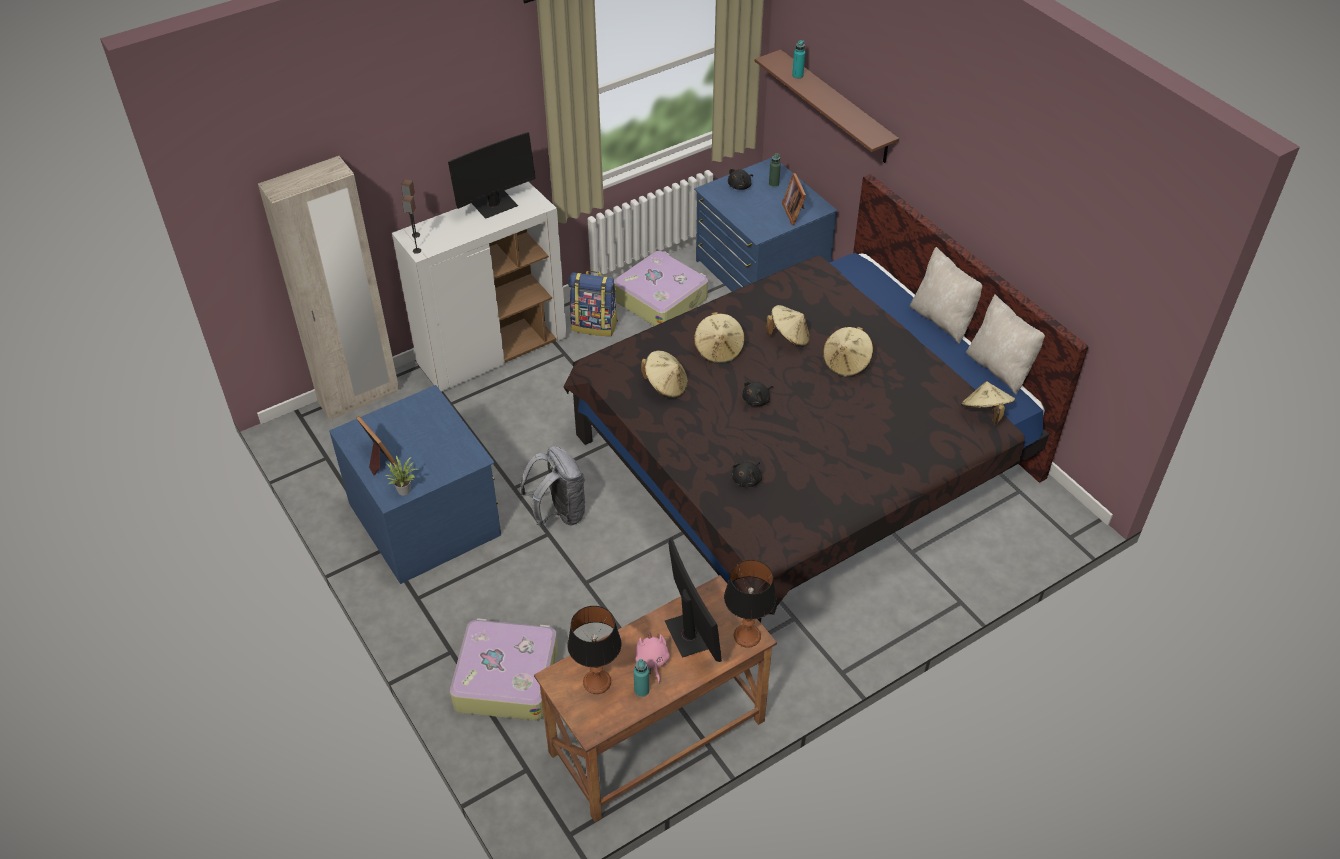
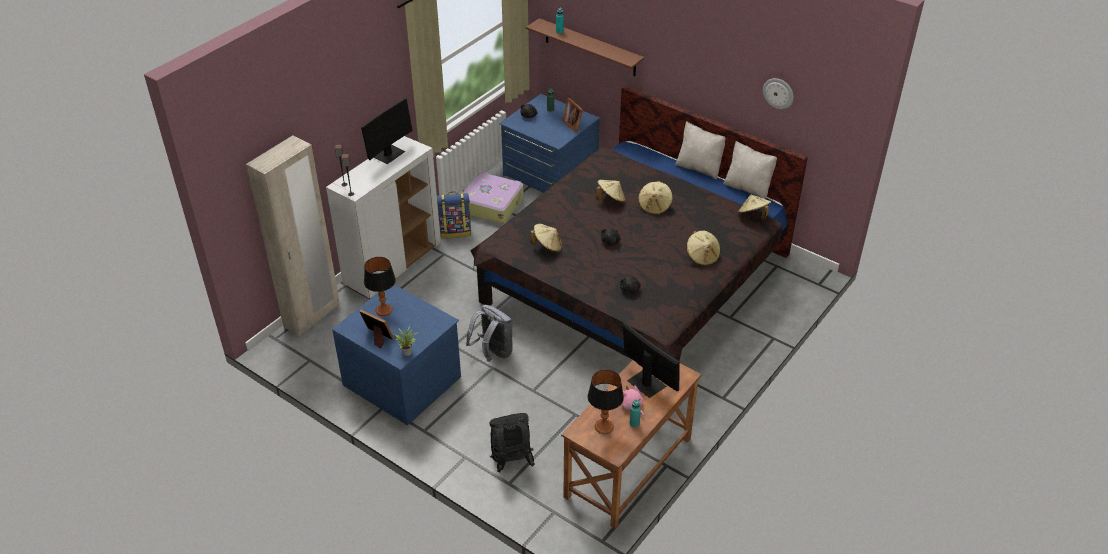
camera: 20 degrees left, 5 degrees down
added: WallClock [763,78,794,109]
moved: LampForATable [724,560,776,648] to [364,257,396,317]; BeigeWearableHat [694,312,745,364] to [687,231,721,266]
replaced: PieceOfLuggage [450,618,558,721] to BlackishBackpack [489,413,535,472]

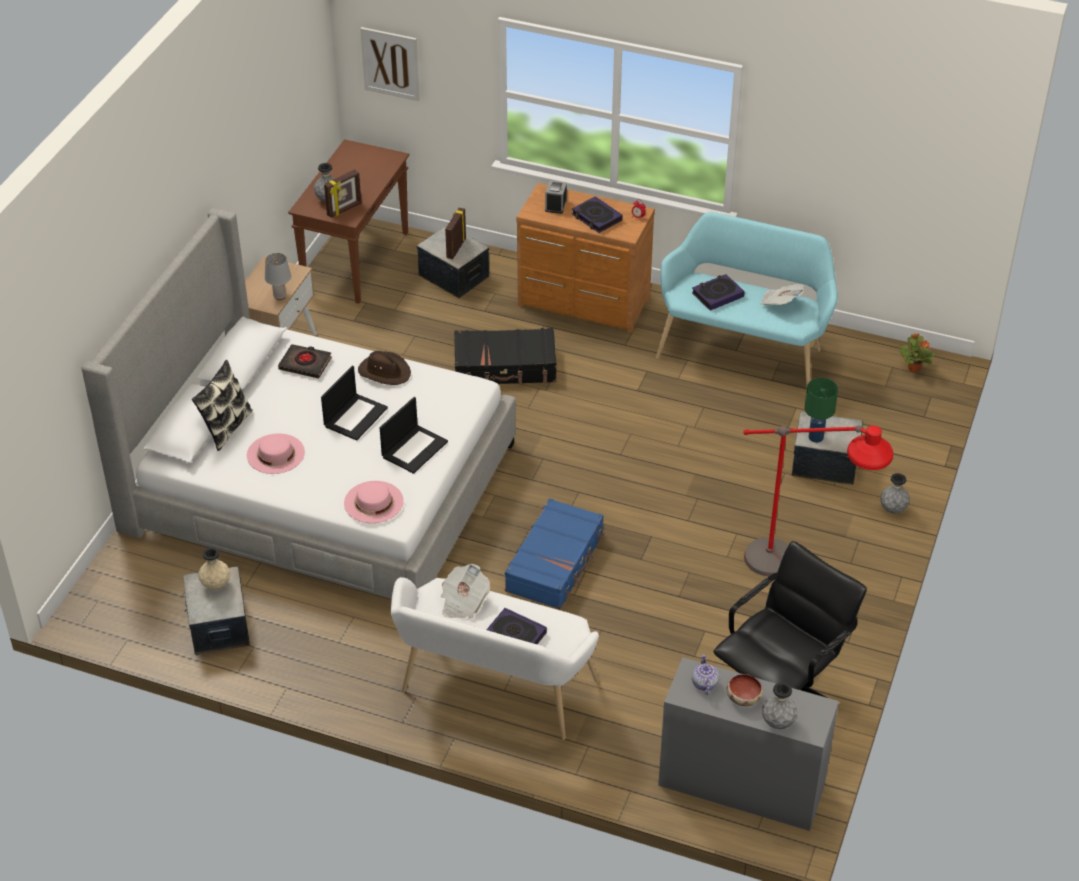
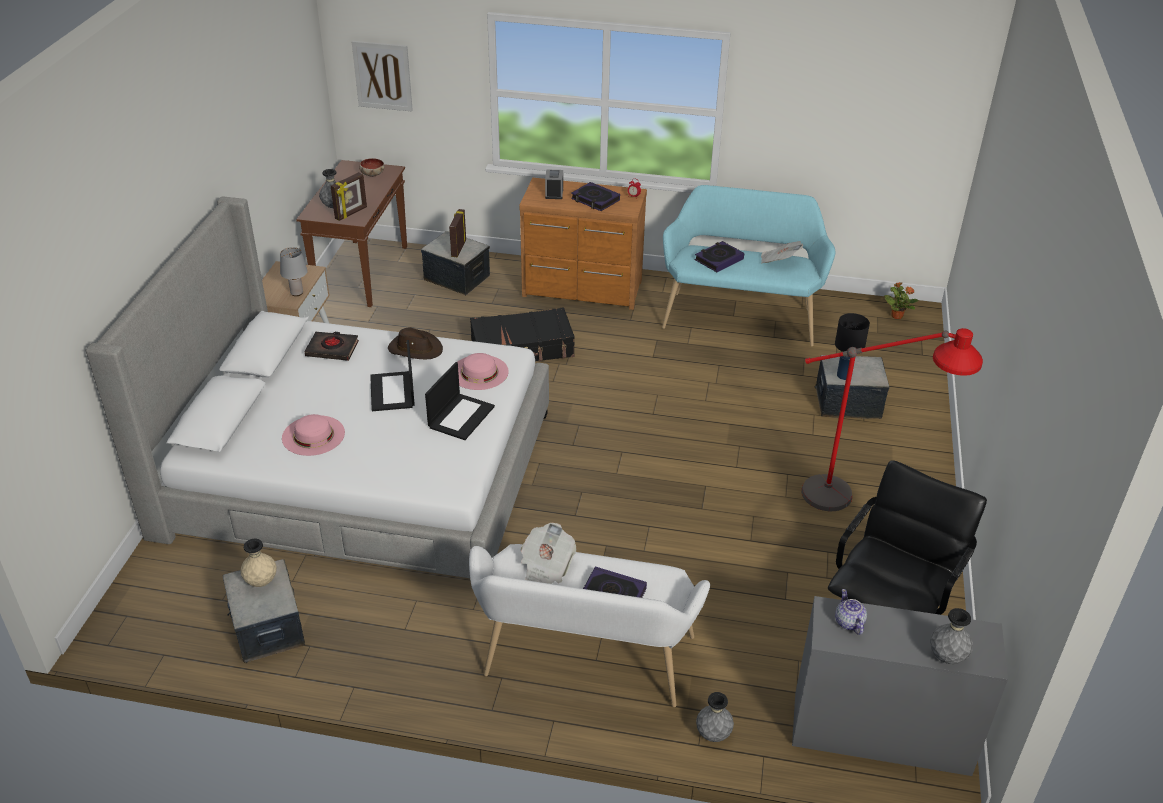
camera: 10 degrees left, 5 degrees down
removed: Cushion [192,360,253,451]; BlueColouredPieceOfLuggage [505,498,604,609]
moved: ServingBowl [726,674,763,706] to [359,158,385,177]; PinkWearableHat [344,481,404,523] to [458,353,509,390]; GreyishDecorativeVase [880,473,910,513] to [696,692,734,742]
recoloured: GreenishLampForATable [805,378,838,443] to BlackishLampForATable [835,313,870,380]
turned: Laptop [321,365,388,440] = [370,340,415,411] 150 degrees clockwise

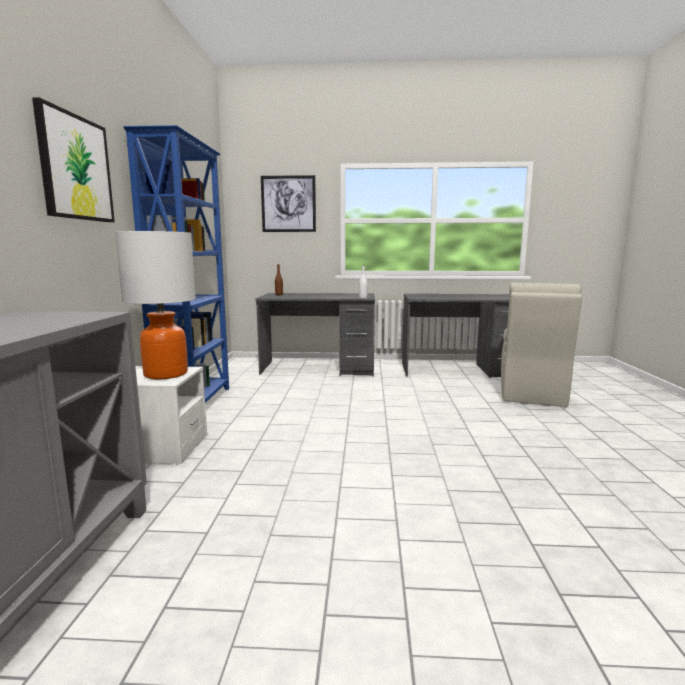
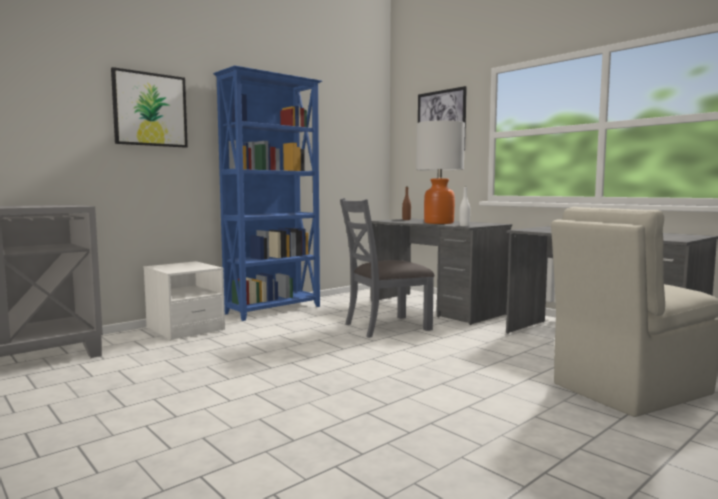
camera: 45 degrees right, 5 degrees down
added: GreyishUprightChair [340,198,435,338]
moved: LampForATable [115,231,196,379] to [416,120,465,224]

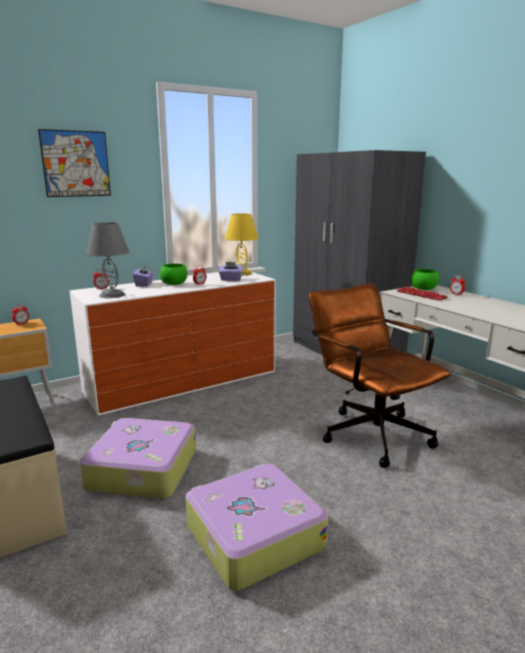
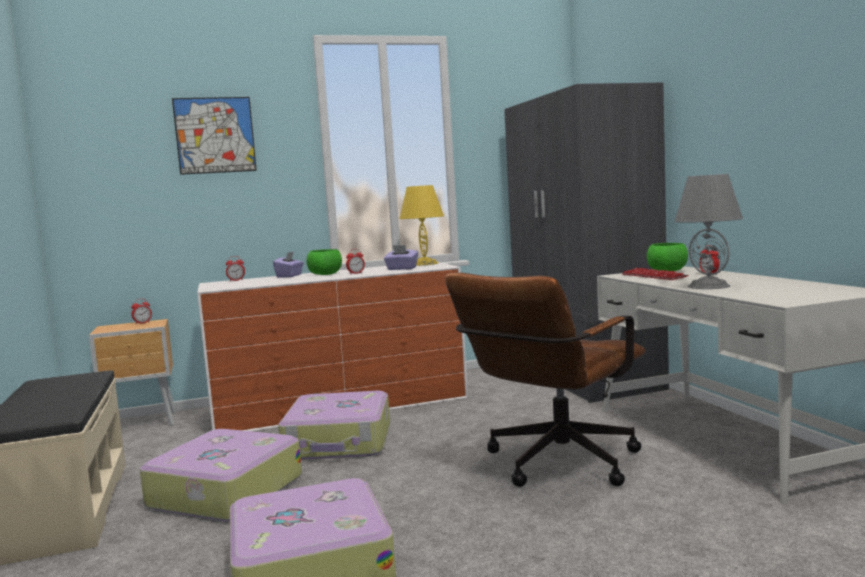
camera: 15 degrees right, 10 degrees down
added: PieceOfLuggage [278,391,390,459]
moved: GreyishLampForATable [86,222,130,298] to [675,174,743,289]
turned: BrownColouredOfficeChair [308,283,451,468] = [445,272,646,487] 120 degrees counterclockwise

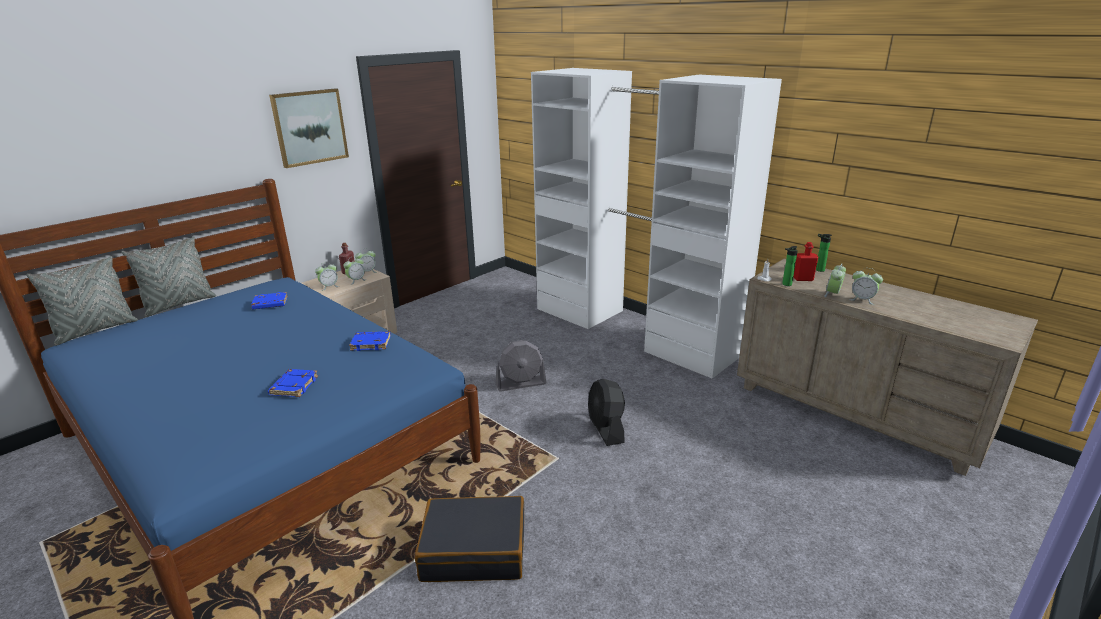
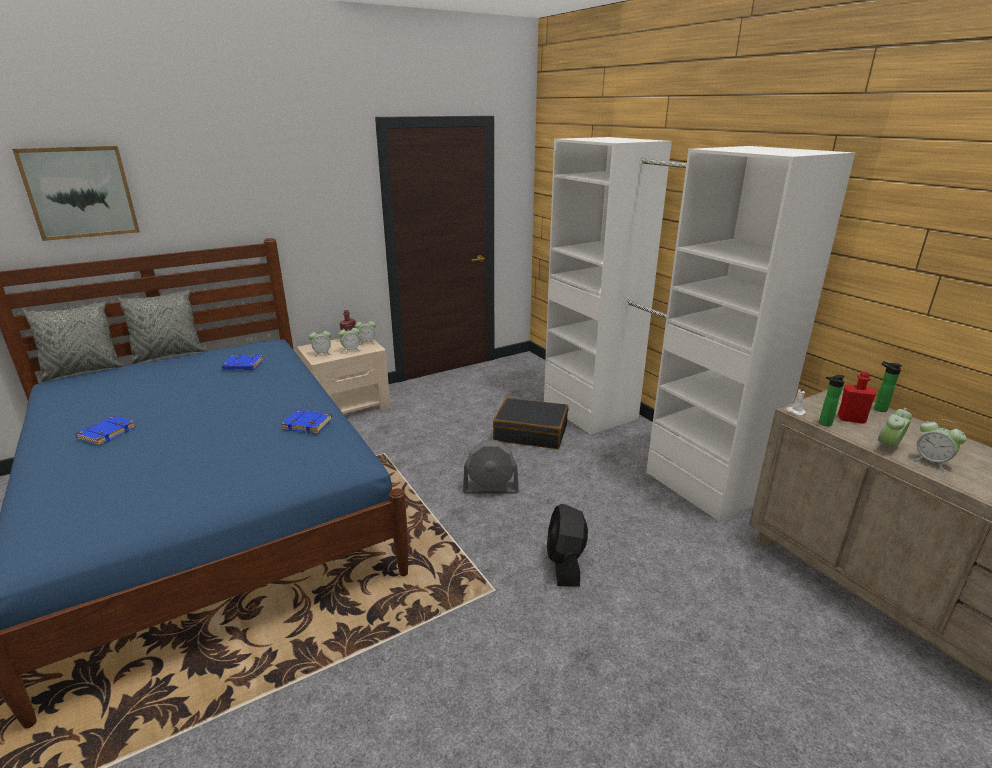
camera: 15 degrees right, 0 degrees up
moved: WallArt [269,88,349,168] to [12,146,140,241]; BlueColouredBoundBook [268,369,318,397] to [75,416,136,445]; BlackishPieceOfLuggage [415,496,524,582] to [493,398,568,449]

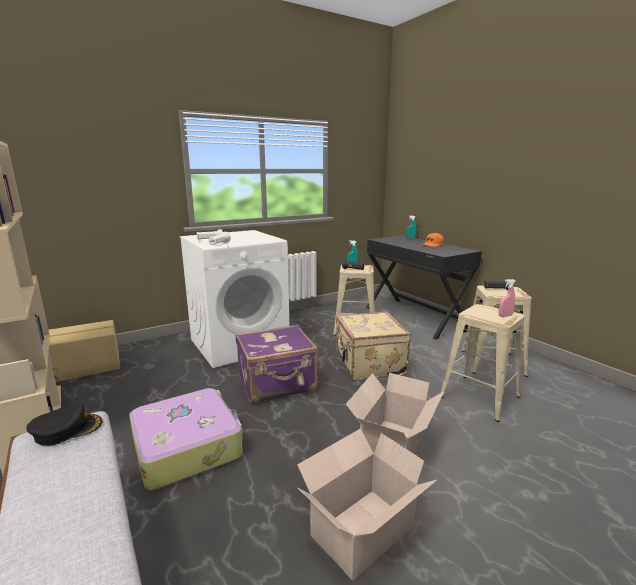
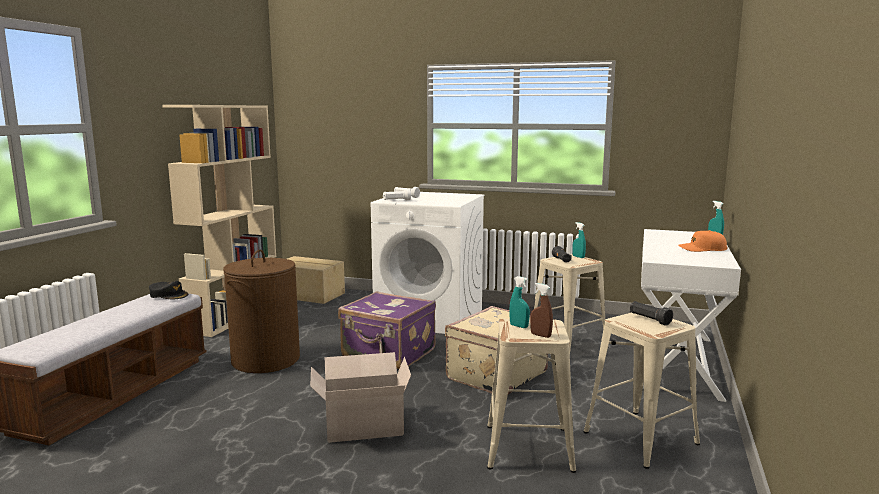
camera: 50 degrees right, 5 degrees down
removed: Carton [297,428,437,580]
added: TurquoiseColouredHandSprayer [509,276,530,328]
replaced: PieceOfLuggage [129,388,243,490] to BrownColouredHamper [223,250,300,373]
recoloured: PinkHandSprayer [499,279,516,317] to BrownColouredHandSprayer [530,283,553,338]; BlackishDeskUnit [366,236,482,340] to WhiteColouredDeskUnit [641,229,741,402]

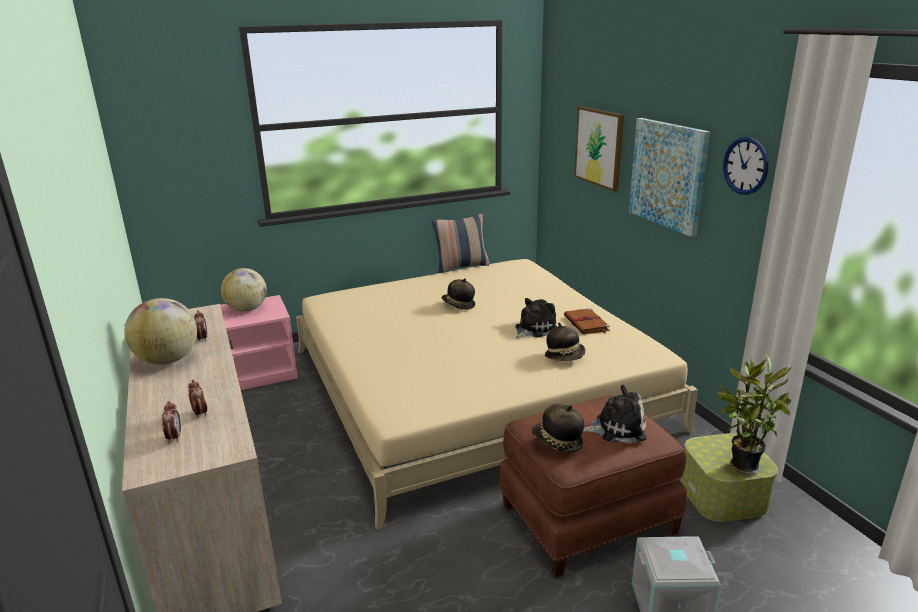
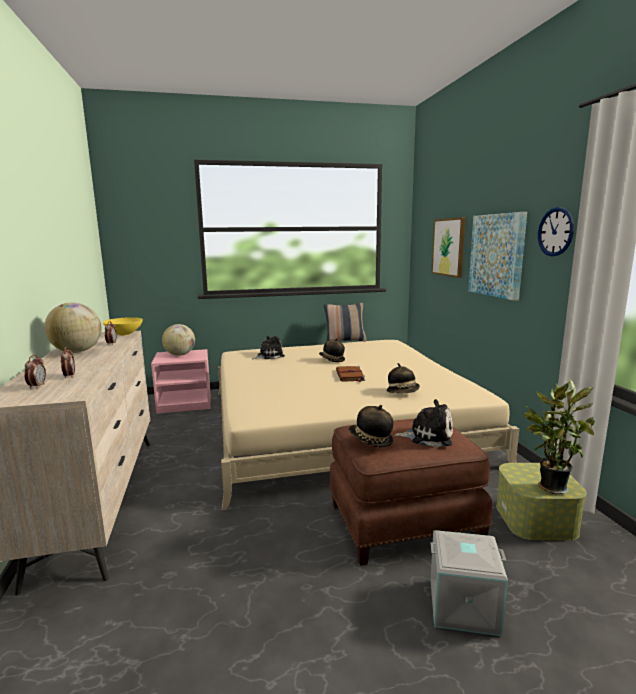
camera: 10 degrees right, 10 degrees down
added: YellowColouredServingBowl [103,317,143,336]
moved: PlushToy [515,298,558,339] to [253,336,285,359]; BrownColouredBoundBook [564,308,610,334] to [336,366,365,382]

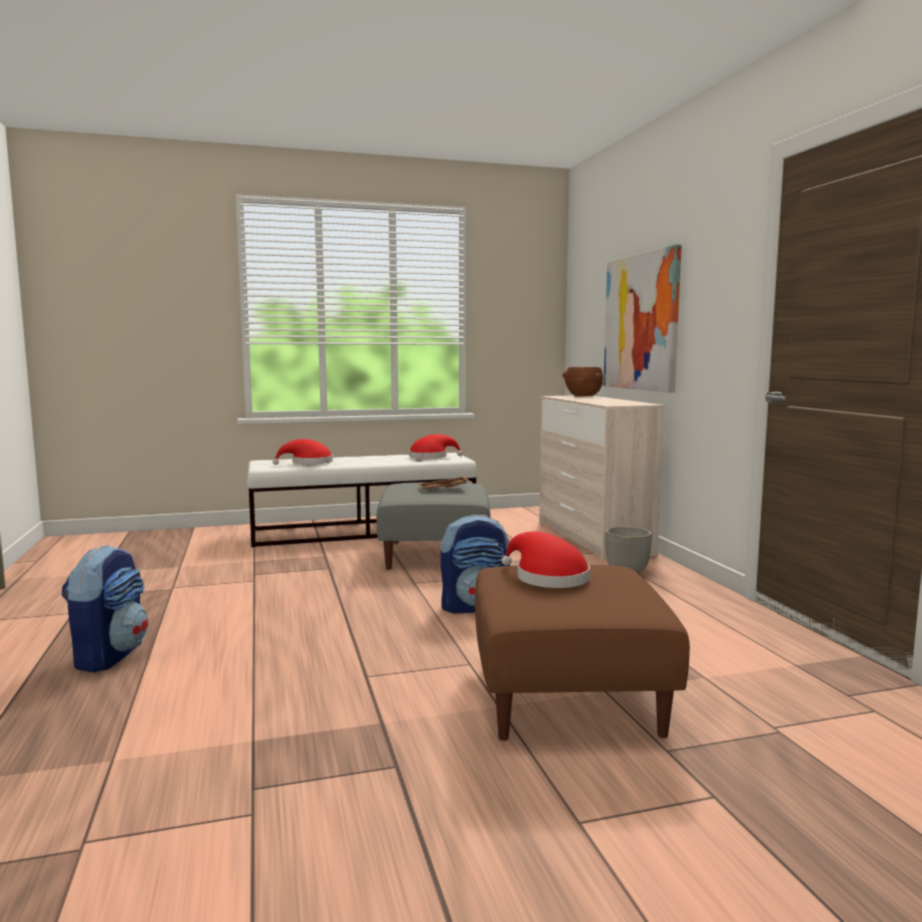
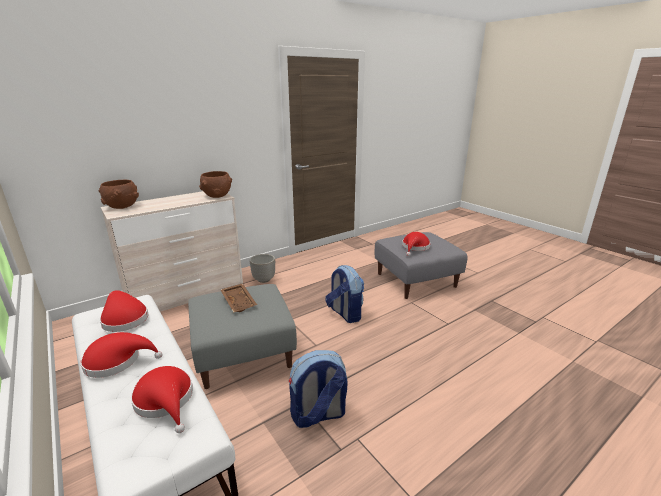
camera: 110 degrees left, 15 degrees up
removed: WallArt [604,244,681,392]
added: RedColouredWearableHat [80,332,163,378]; BrownColouredServingBowl [199,171,232,198]
moved: Backpack [61,545,148,672] to [289,350,347,428]
recoloured: BrownColouredFootrest [475,565,690,741] to GreyishFootrest [374,232,468,299]

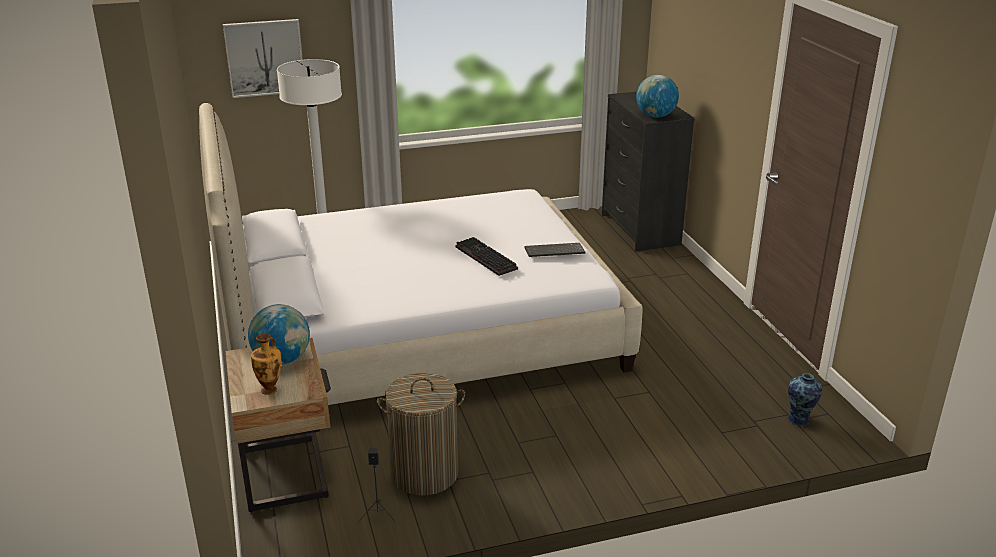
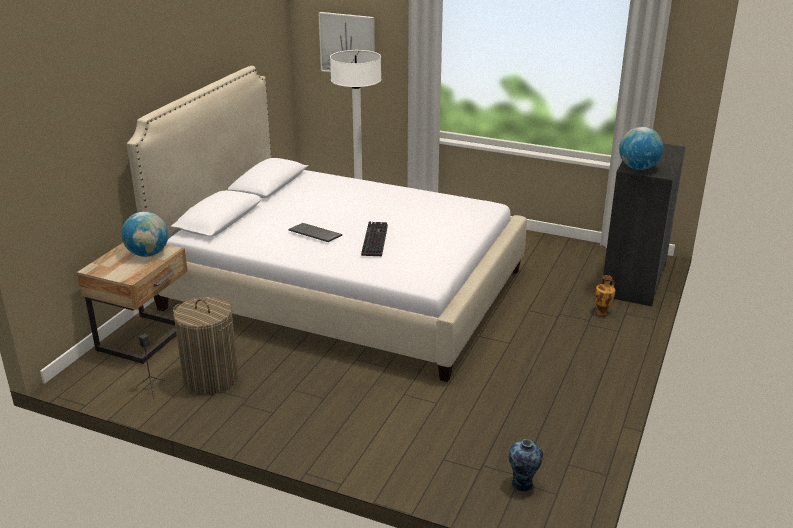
camera: 40 degrees right, 0 degrees up
moved: ComputerKeyboard [525,243,585,257] to [288,223,342,242]; DecorativeVase [251,333,281,395] to [595,275,615,315]

